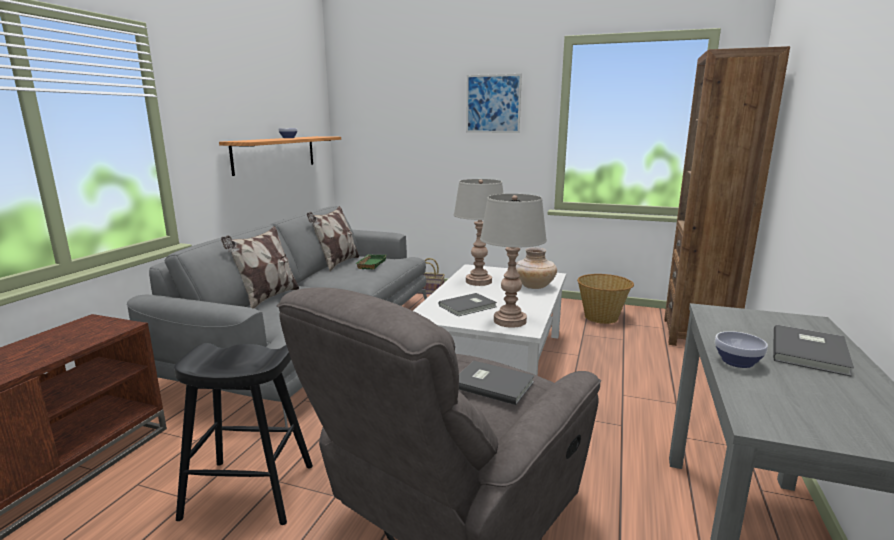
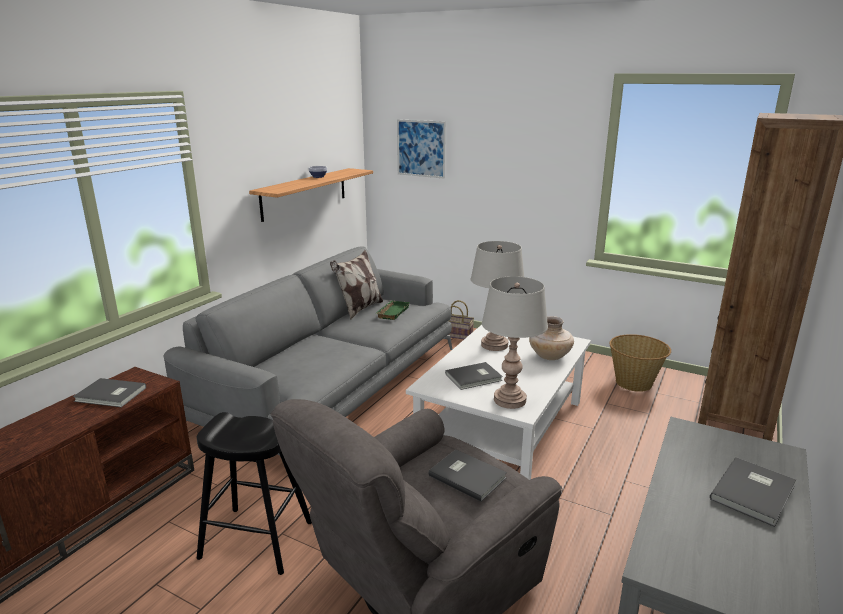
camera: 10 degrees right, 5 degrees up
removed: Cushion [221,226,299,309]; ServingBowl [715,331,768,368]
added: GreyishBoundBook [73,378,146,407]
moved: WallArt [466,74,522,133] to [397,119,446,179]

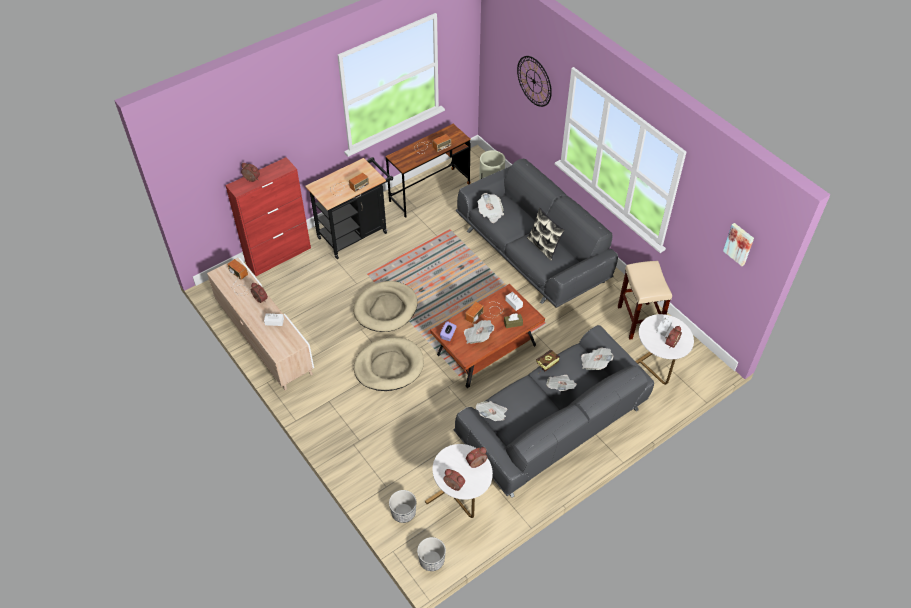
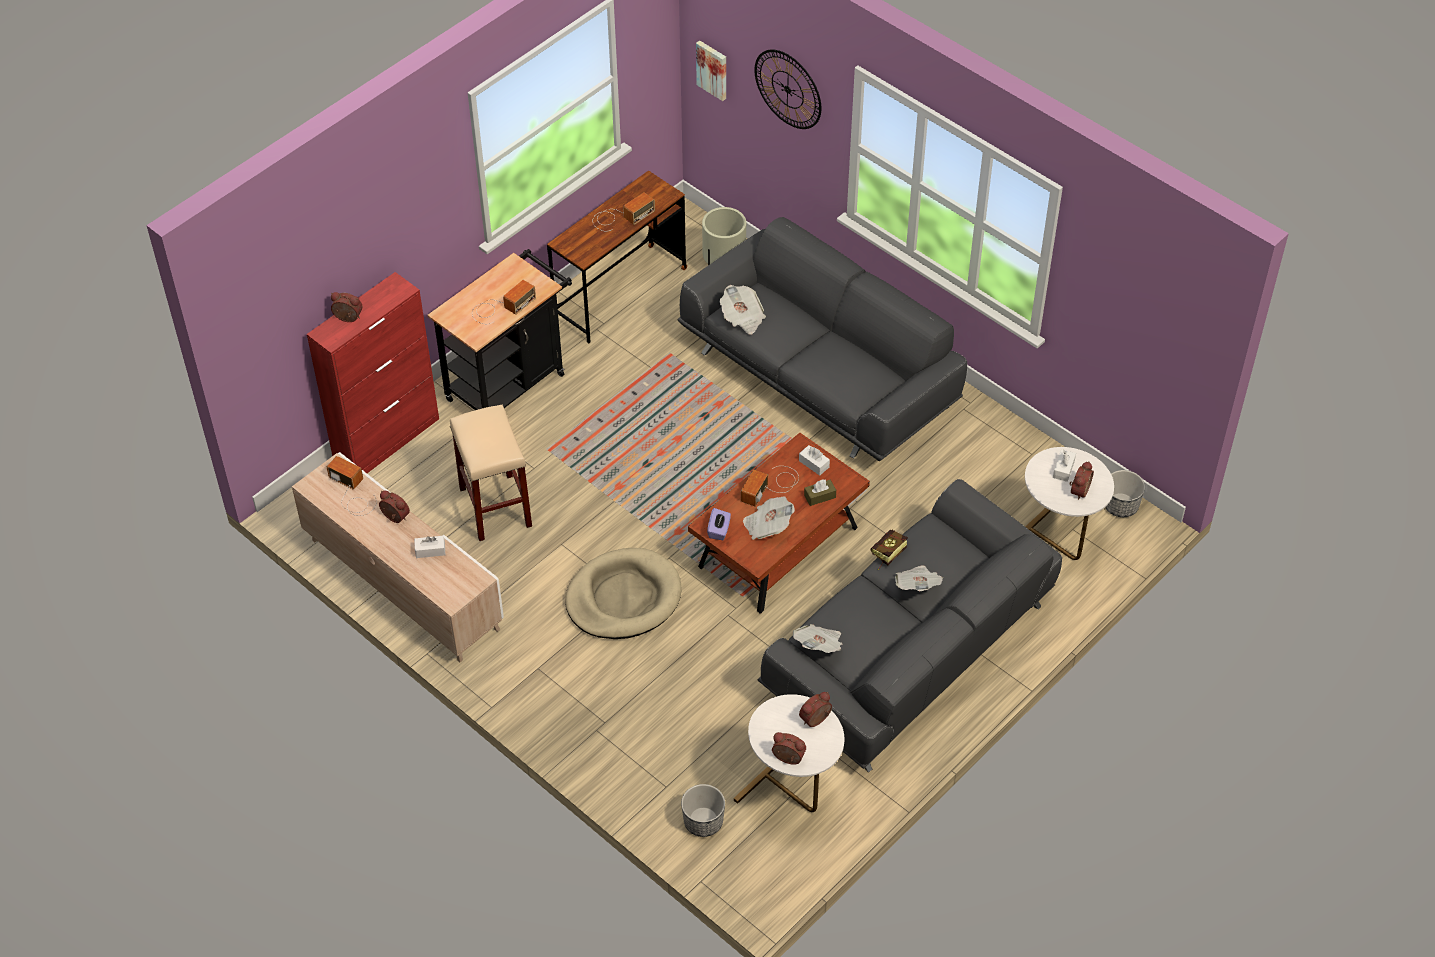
camera: 10 degrees left, 0 degrees up
removed: BeigeDogBed [353,281,418,332]; Cushion [527,208,565,261]; PrintedPaper [581,348,613,370]
moved: BeigeStoolSeat [618,261,672,340] to [450,405,532,541]; WallArt [723,223,754,266] to [696,41,726,101]; PlantPot [417,537,446,571] to [1105,470,1145,517]

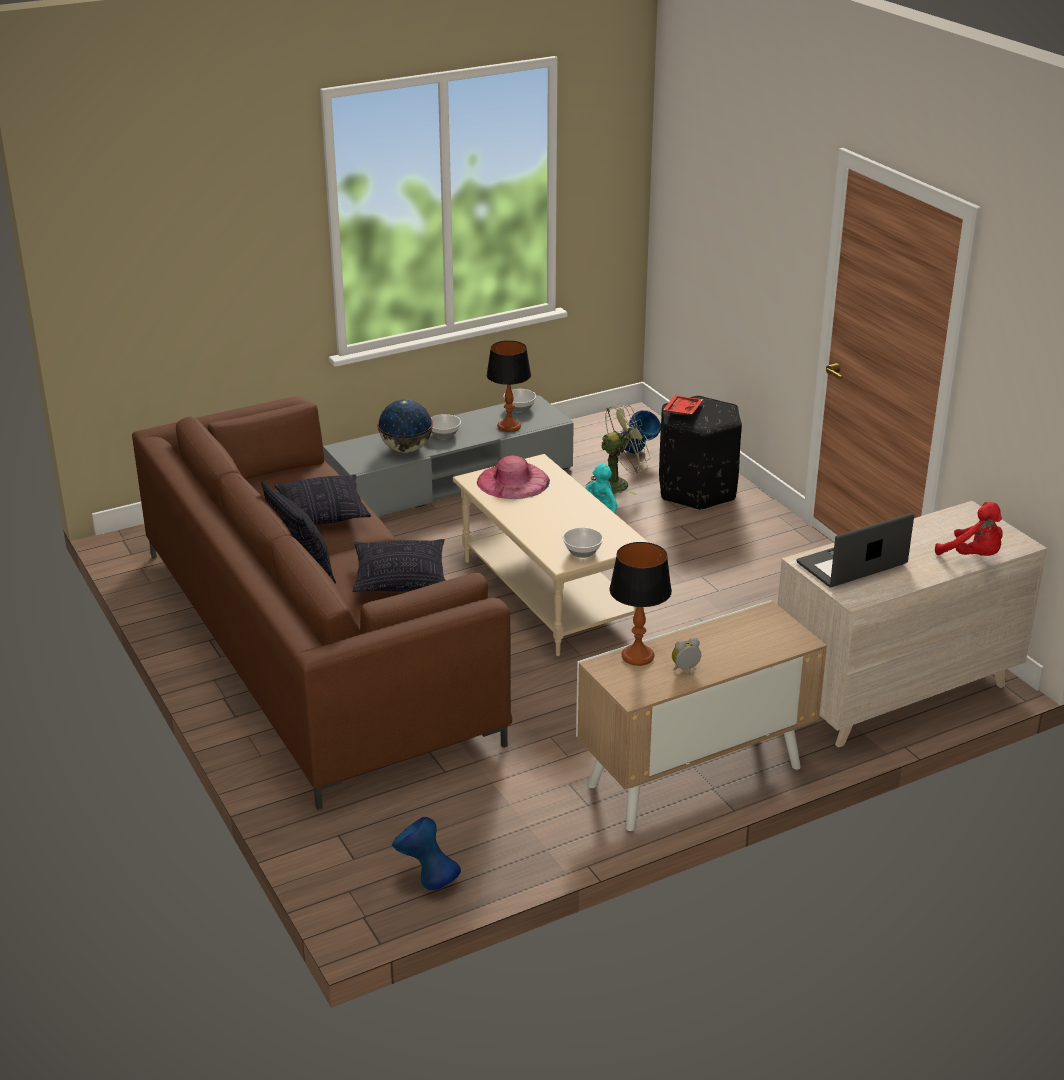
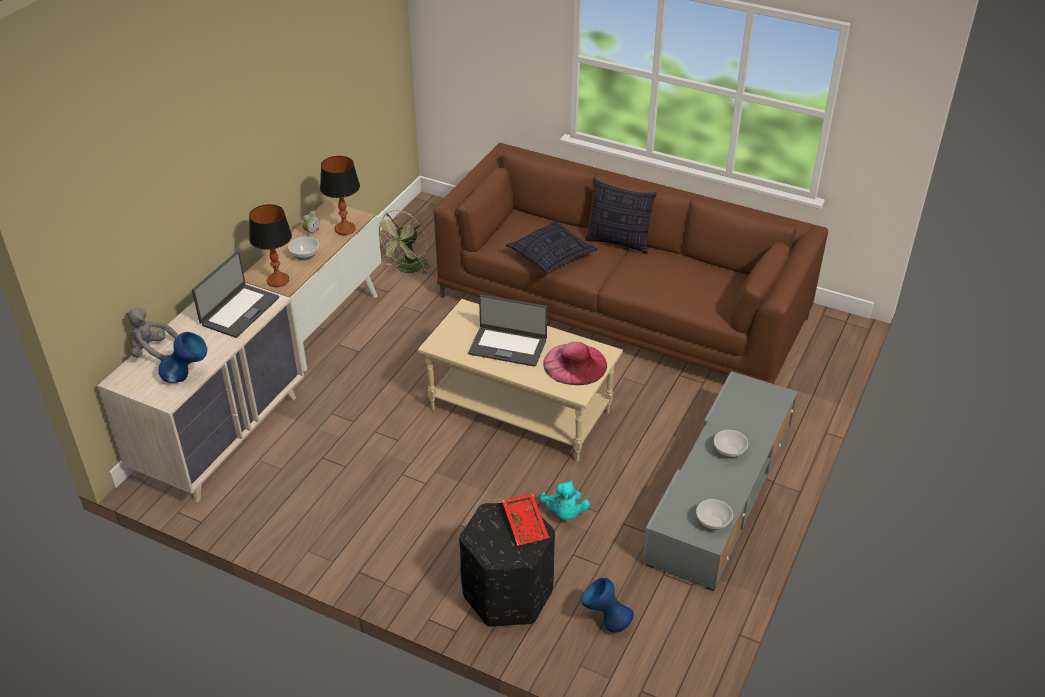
camera: 145 degrees right, 10 degrees up
removed: Cushion [274,474,371,525]; WorldGlobe [377,399,433,453]
added: Laptop [468,294,547,367]
moved: BlueColouredDecorativeVase [392,817,461,890] to [159,332,207,383]; LampForATable [486,340,531,432] to [249,204,292,287]; ServingBowl [563,527,603,558] to [288,237,319,261]; GreenishElectricFan [586,403,651,495] to [378,210,431,274]
recoloured: RedColouredPlushToy [935,502,1003,556] to GreyishPlushToy [126,308,179,361]

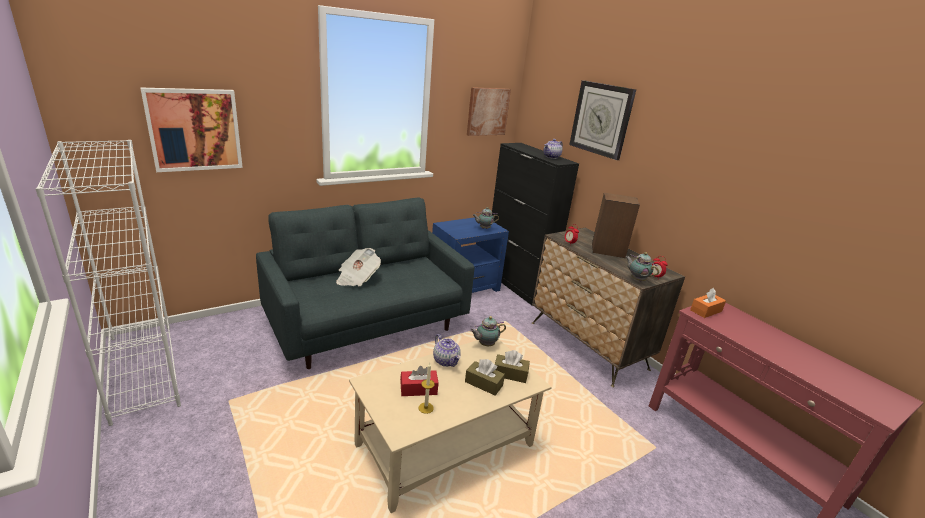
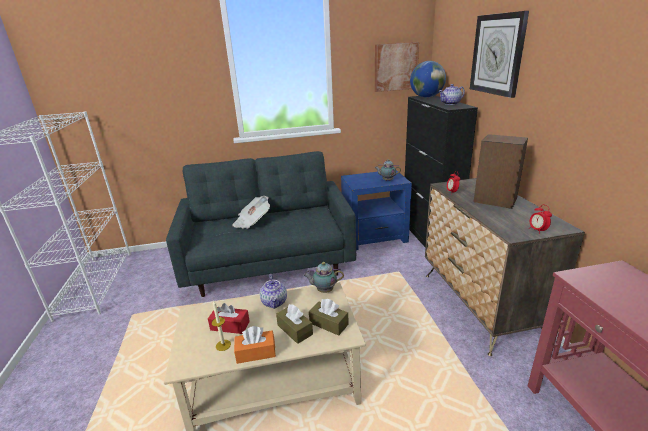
camera: 25 degrees right, 0 degrees up
removed: WallArt [140,87,243,172]; Teapot [626,252,659,282]
added: WorldGlobe [410,61,446,98]
moved: OrangeTissueHolder [690,288,726,318] to [234,326,276,364]

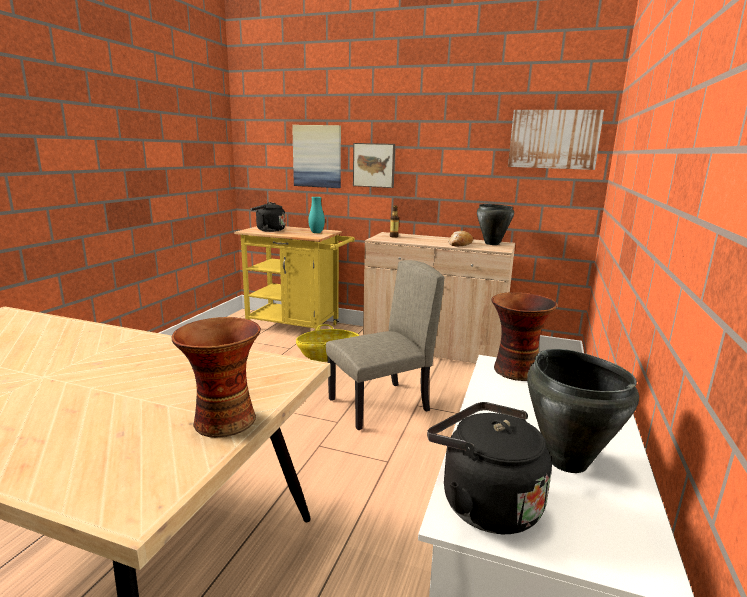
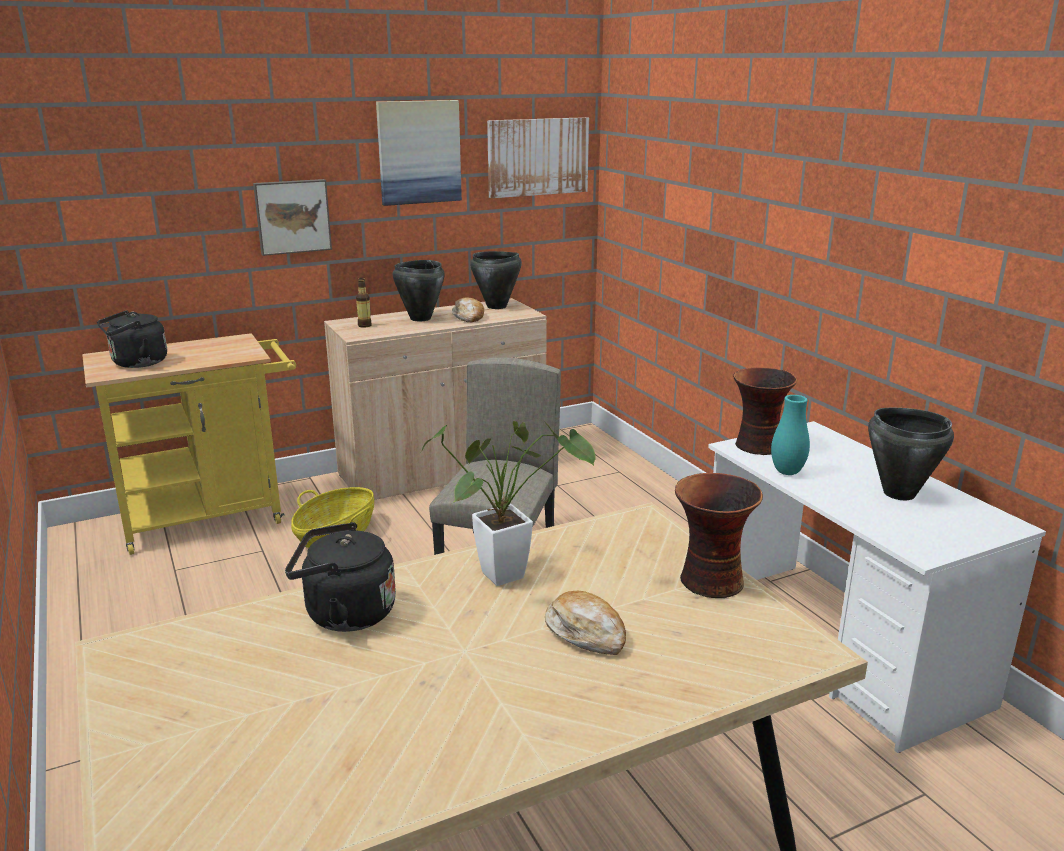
camera: 45 degrees left, 5 degrees up
added: BlackishStockpot [393,260,445,321]; Houseplant [420,421,596,586]; BakedBread [545,591,626,655]
moved: BlackishKettle [427,402,552,534] to [285,522,396,632]; WallArt [292,125,341,188] to [376,100,462,206]; TurquoiseColouredDecorativeVase [308,197,325,233] to [771,395,810,475]

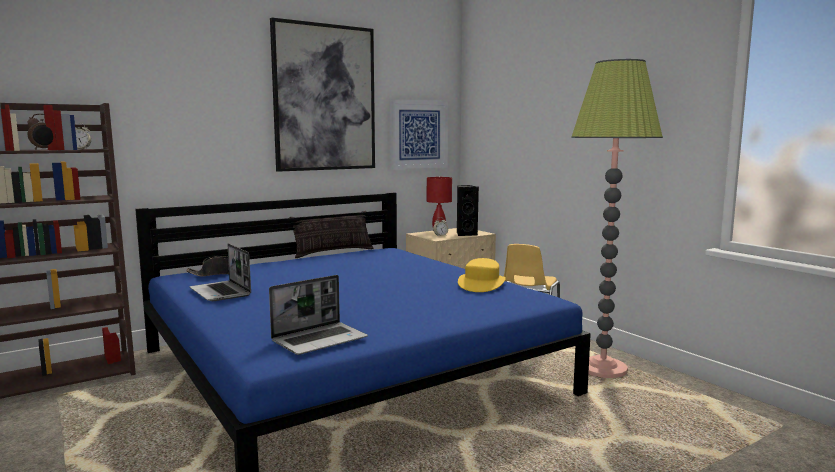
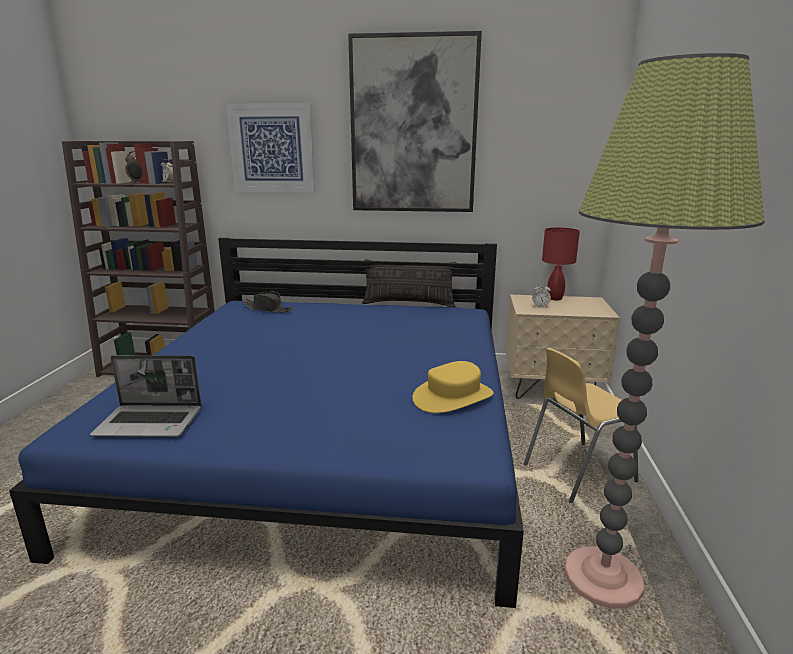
camera: 40 degrees right, 10 degrees up
removed: Laptop [190,243,251,301]; BlackishSpeaker [457,185,479,236]
moved: WallArt [390,99,448,169] to [226,103,315,192]

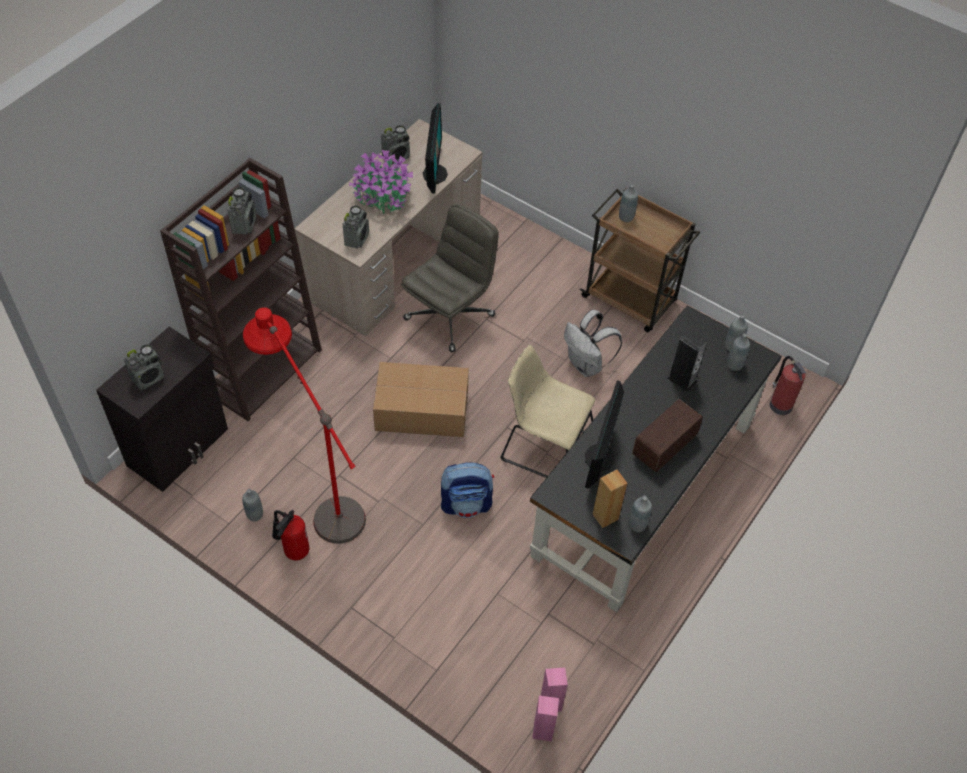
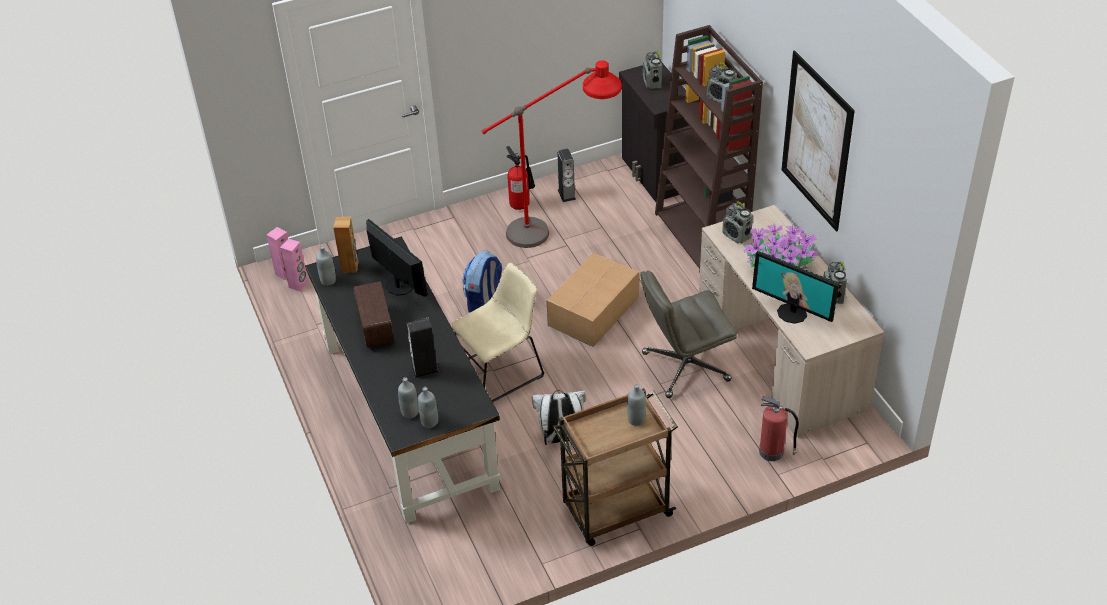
camera: 125 degrees right, 10 degrees down
added: WallArt [781,50,855,232]
moved: FireExtinguisher [770,356,806,415] to [759,396,799,461]
replaced: GreyishDrinkBottle [242,489,263,522] to Speaker [557,149,576,202]
turned: GreyishOfficeChair [401,204,499,352] = [640,270,737,398] 90 degrees clockwise

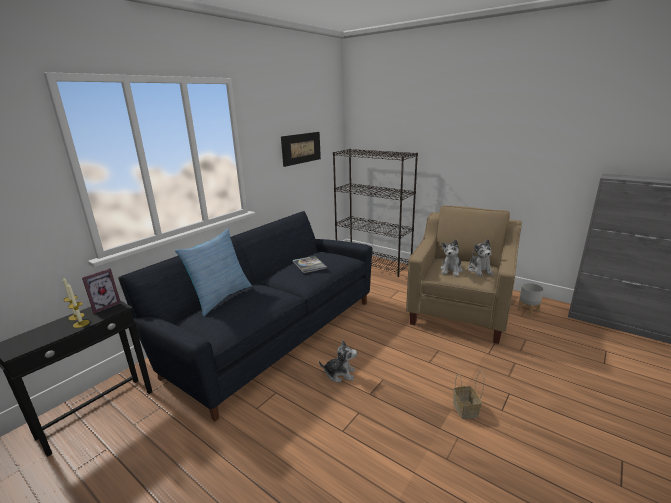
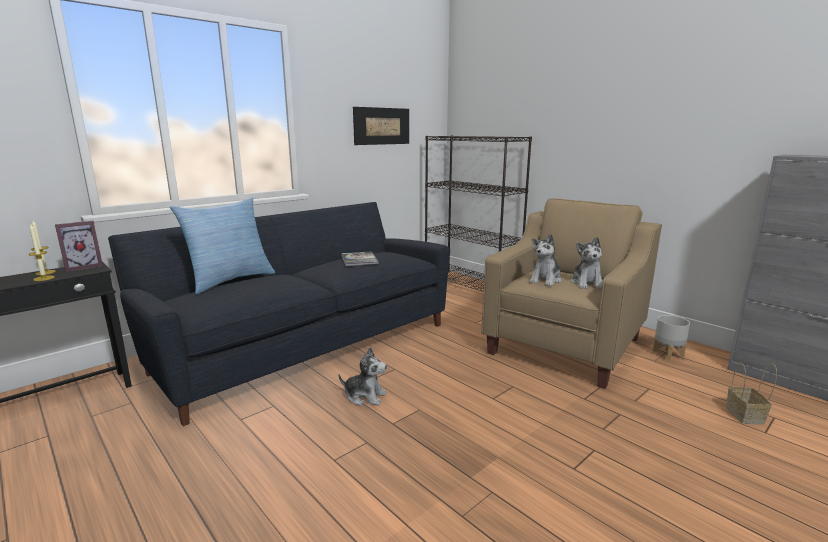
camera: 10 degrees right, 5 degrees down
moved: StorageBasket [453,371,484,419] to [726,362,777,425]

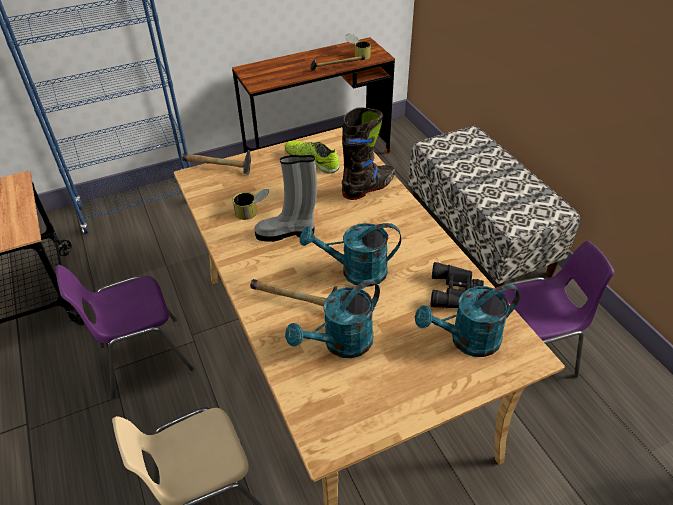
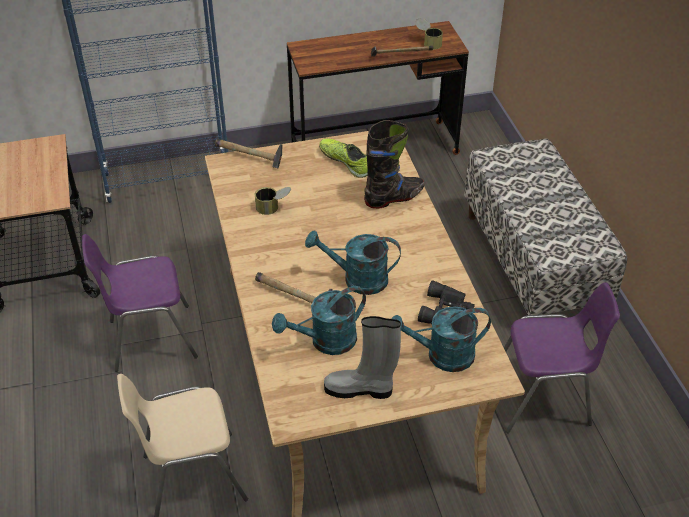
camera: 10 degrees right, 0 degrees up
moved: GreyishTallBoot [254,155,317,242] to [324,316,401,399]

